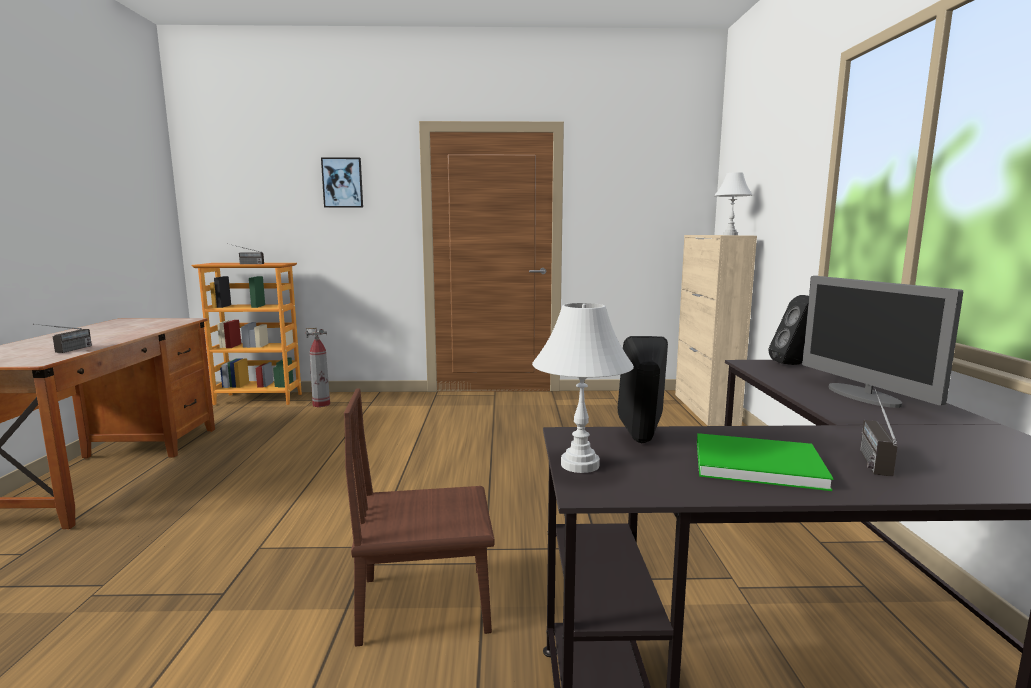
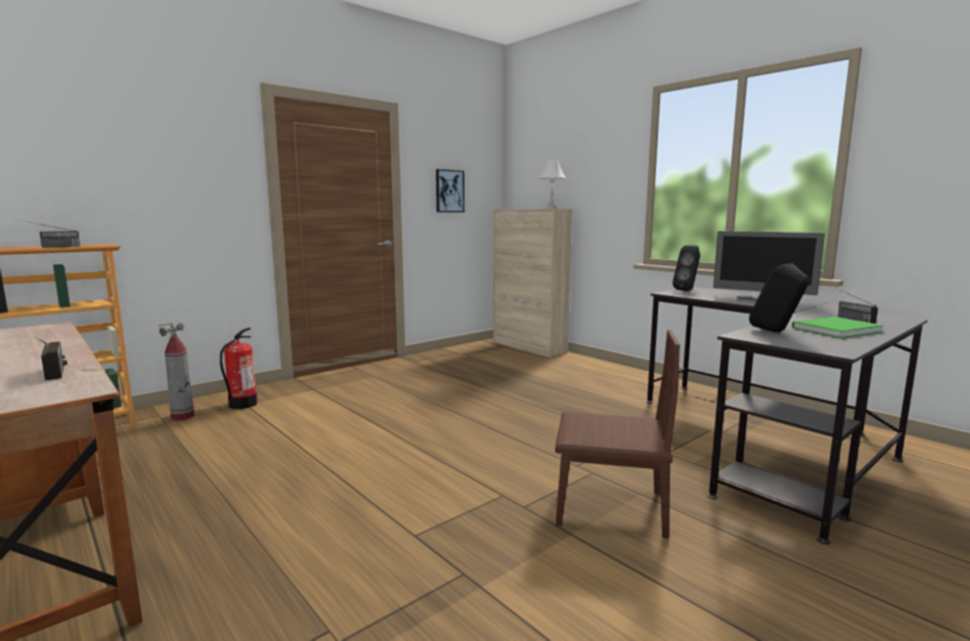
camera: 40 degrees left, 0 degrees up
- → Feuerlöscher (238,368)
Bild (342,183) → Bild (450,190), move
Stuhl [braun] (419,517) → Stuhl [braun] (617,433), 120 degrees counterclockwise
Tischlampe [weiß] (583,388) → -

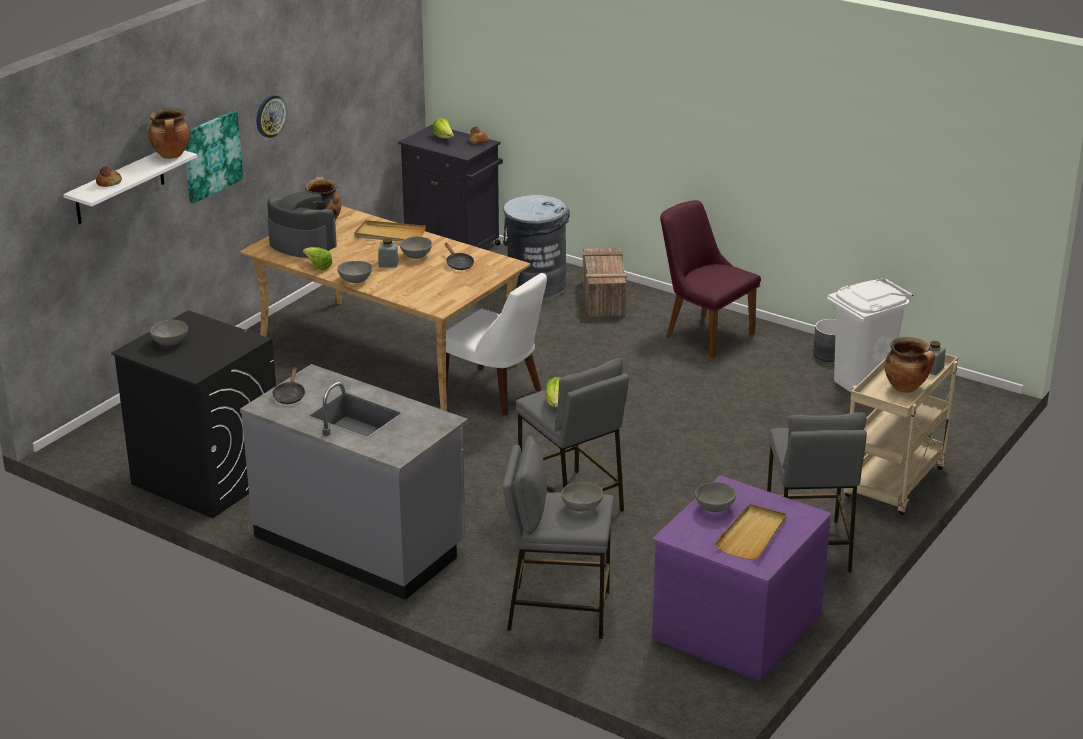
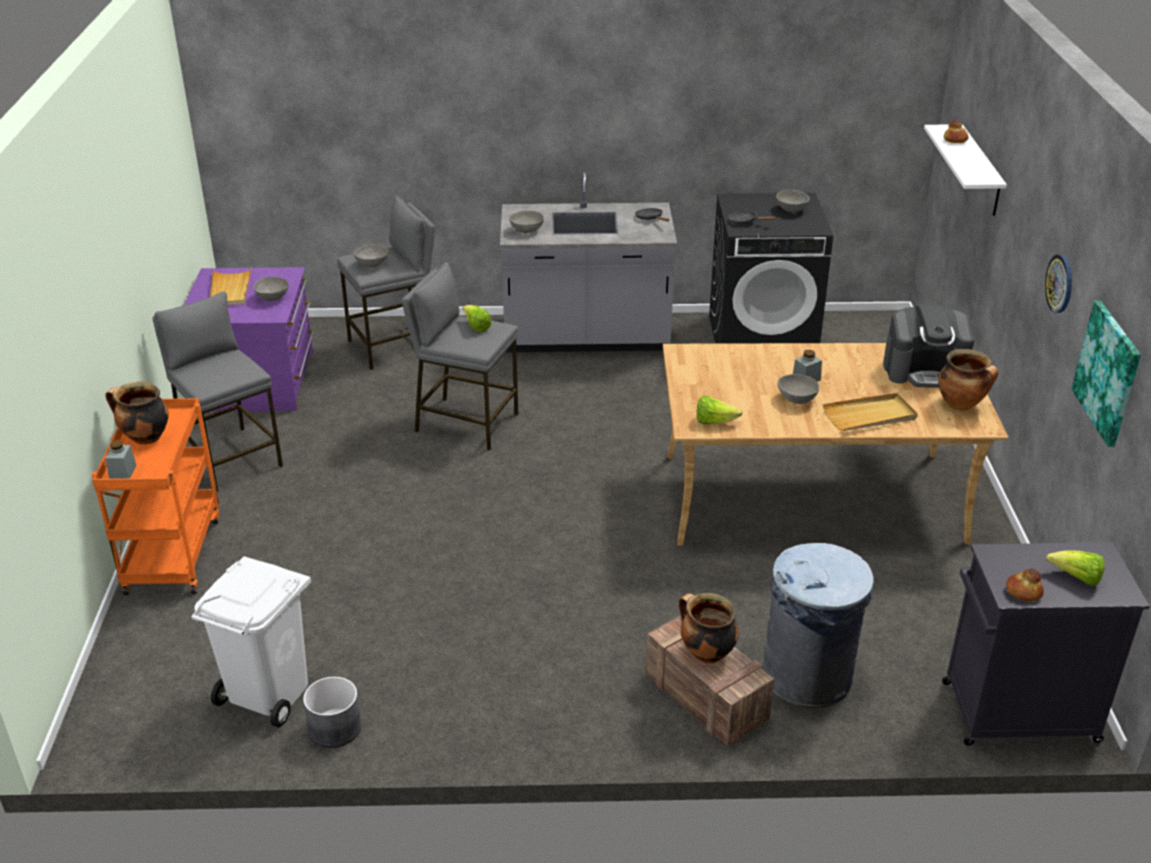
camera: 145 degrees right, 5 degrees up
Rollwagen [beige] (900,434) → Rollwagen [orange] (155,496)
Schüssel [grau] (354,272) → Schüssel [grau] (526,222), move
Kochtopf (169,133) → Kochtopf (709,628), move
Salatkopf (317,259) → Salatkopf (720,410), move
Pfanne [schwarz] (459,256) → Pfanne [schwarz] (752,217), move
Bild (214,157) → Bild (1106,374), move
Stuhl [weiß] (496,344) → -
Stuhl [lila] (710,279) → -

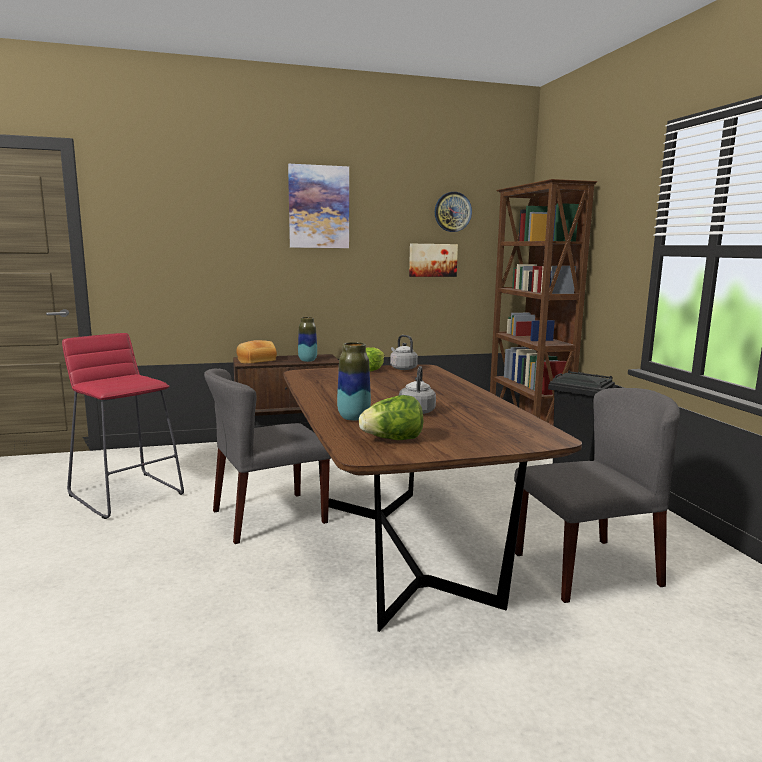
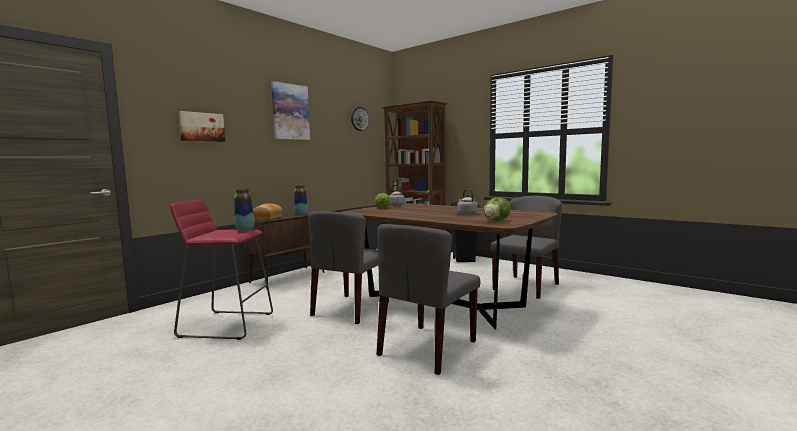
camera: 35 degrees left, 5 degrees down
Bild (433,260) → Bild (202,126), move
Vase (354,381) → Vase (244,209), move
- → Stuhl [grau] (428,299)

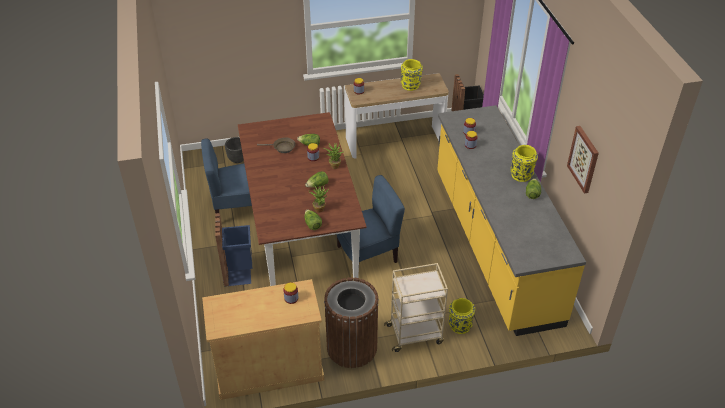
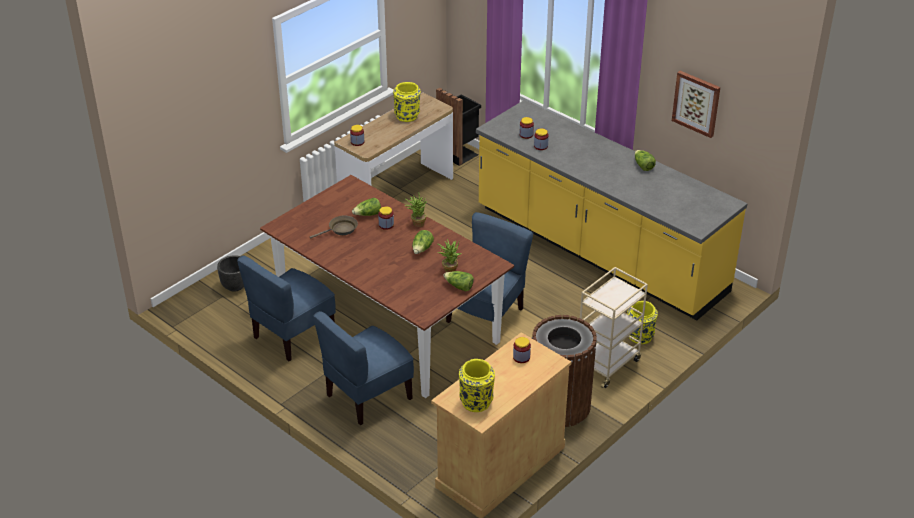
camera: 35 degrees left, 5 degrees down
Mülleimer [blau] (233,250) → Stuhl [blau] (363,368)
Vase [gelb] (524,163) → Vase [gelb] (477,385), move

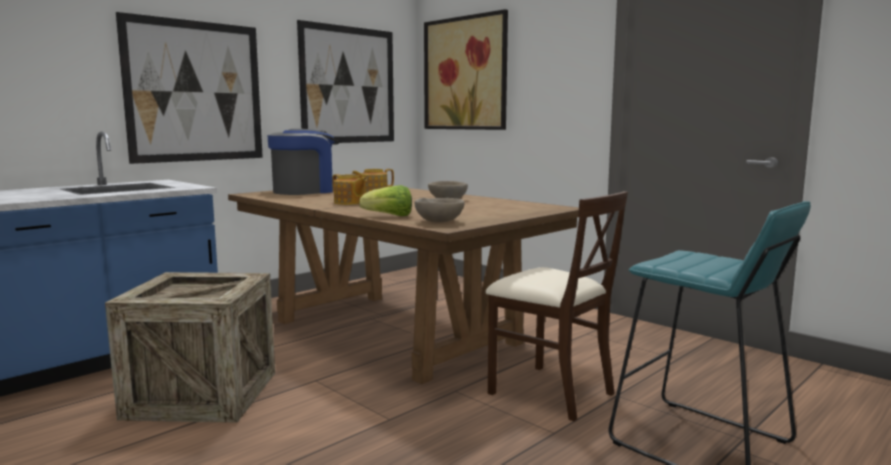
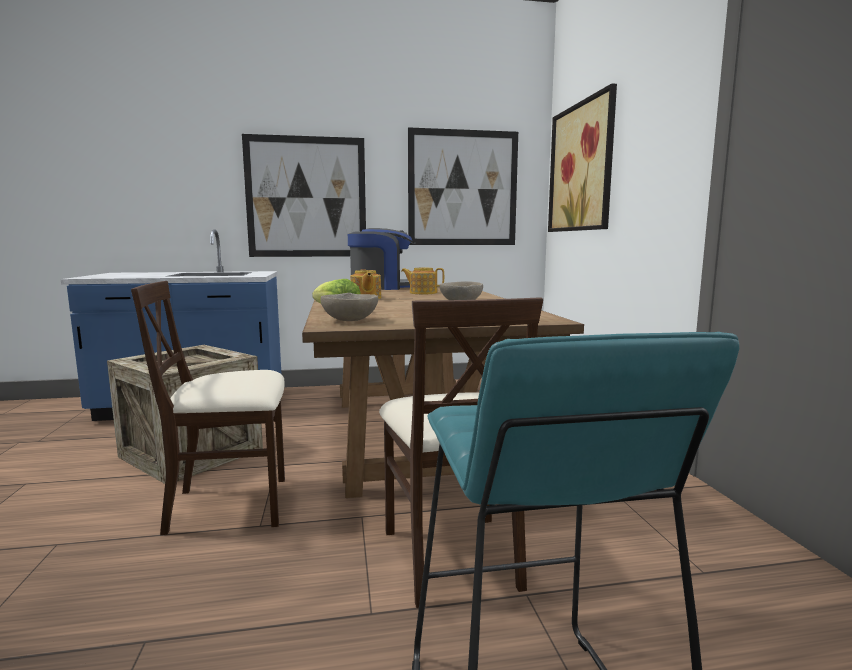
camera: 35 degrees right, 0 degrees up
- → Stuhl [beige] (208,408)

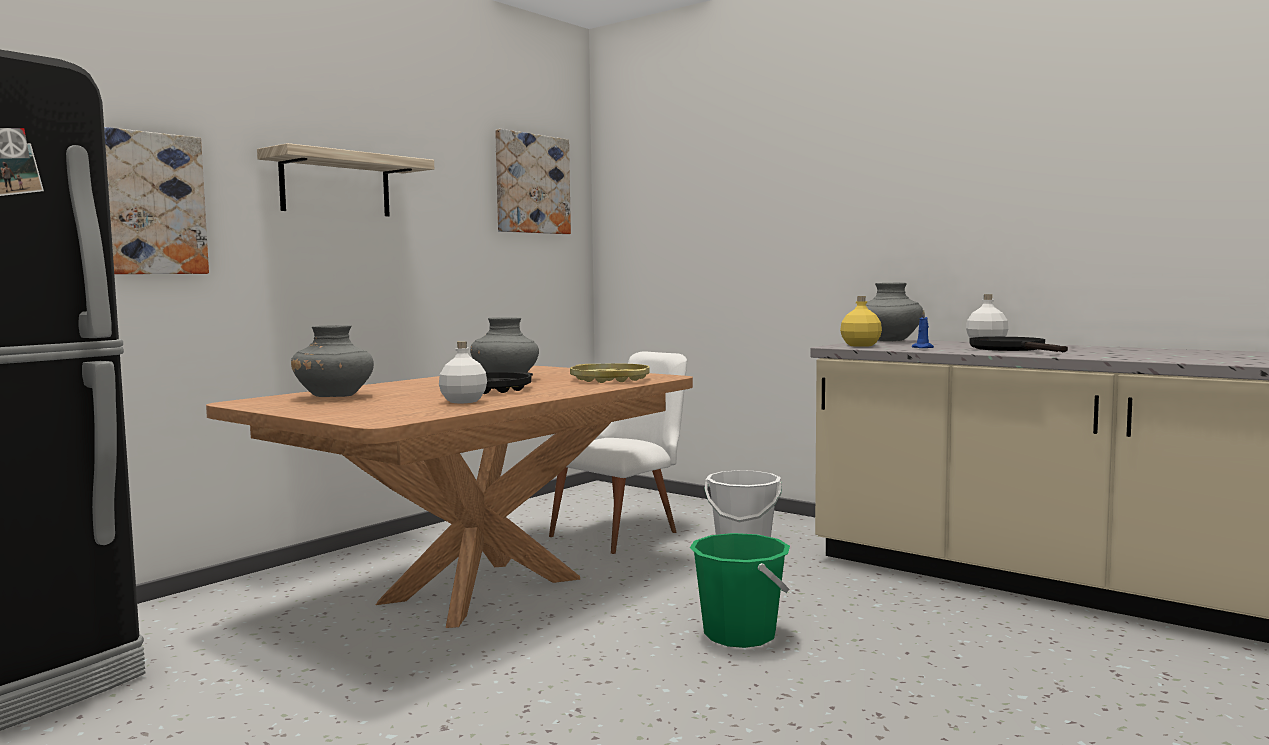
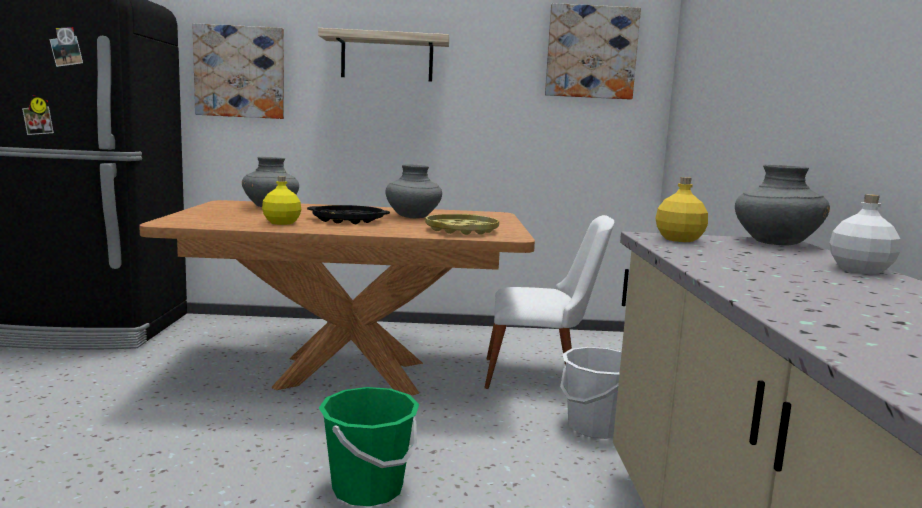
camera: 50 degrees right, 5 degrees up
Flasche [weiß] (463,372) → Flasche [gelb] (281,200)
Kerze [blau] (923,329) → -
Pfanne [schwarz] (1018,344) → -

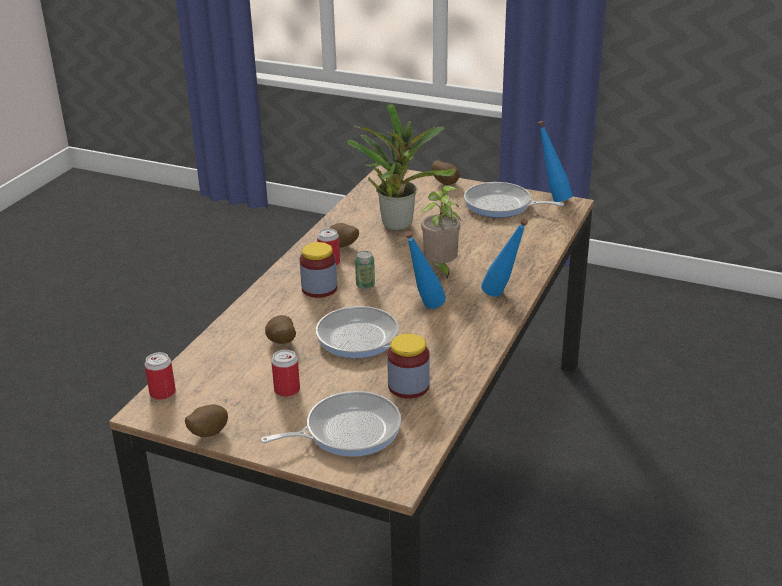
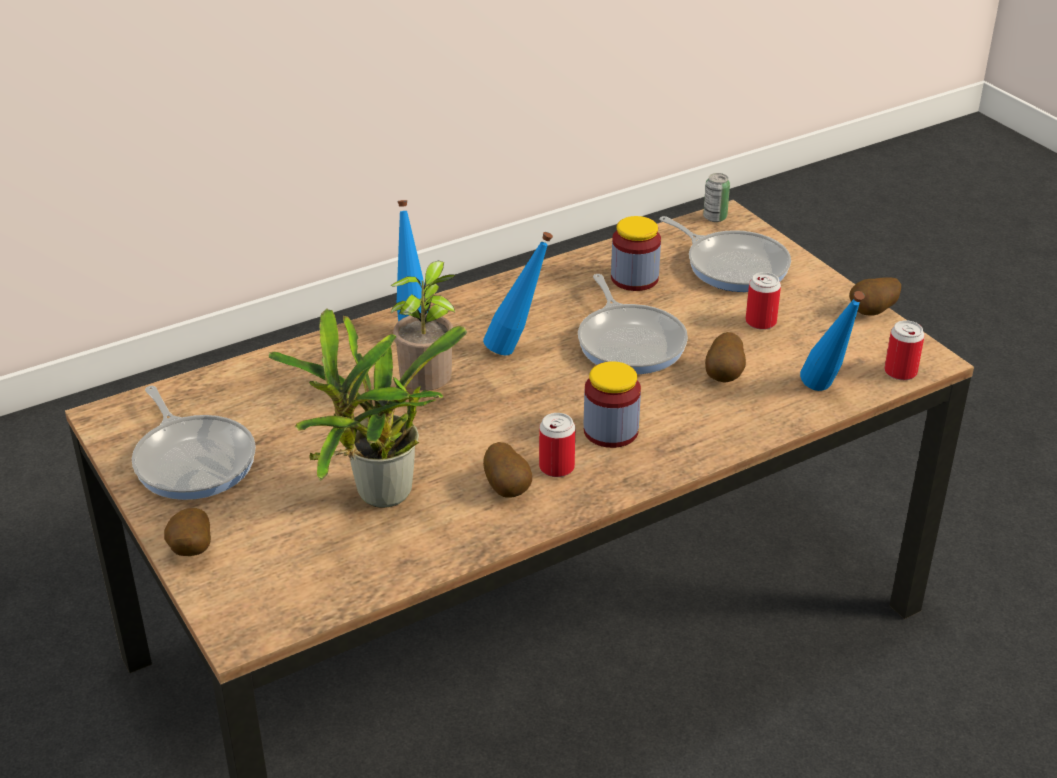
camera: 145 degrees left, 5 degrees up
Pfanne (331,424) → Pfanne (725,254), 150 degrees counterclockwise
Dose (365,270) → Dose (716,197), move
Flasche [blau] (555,161) → Flasche [blau] (832,341), move

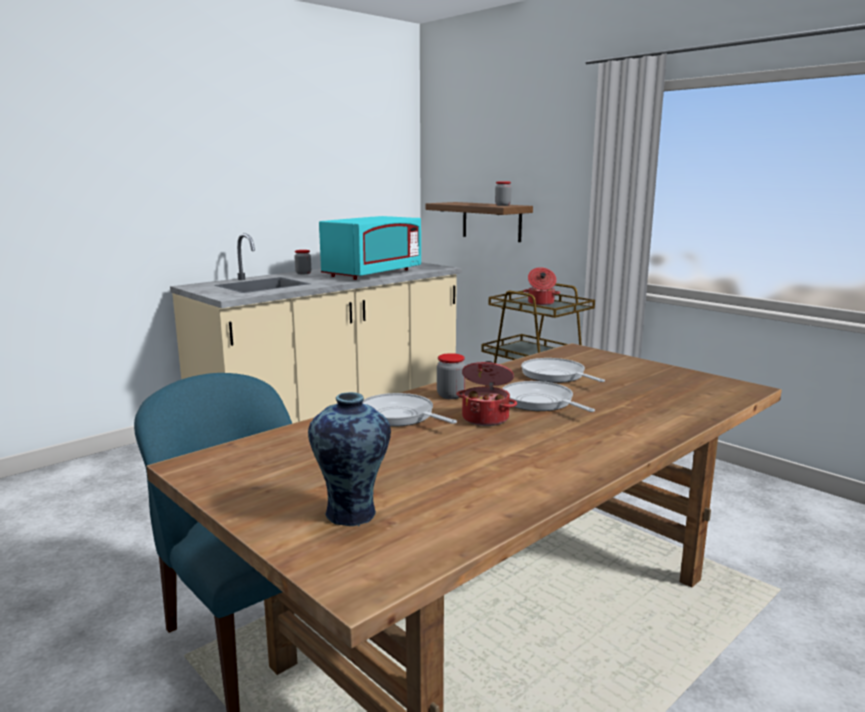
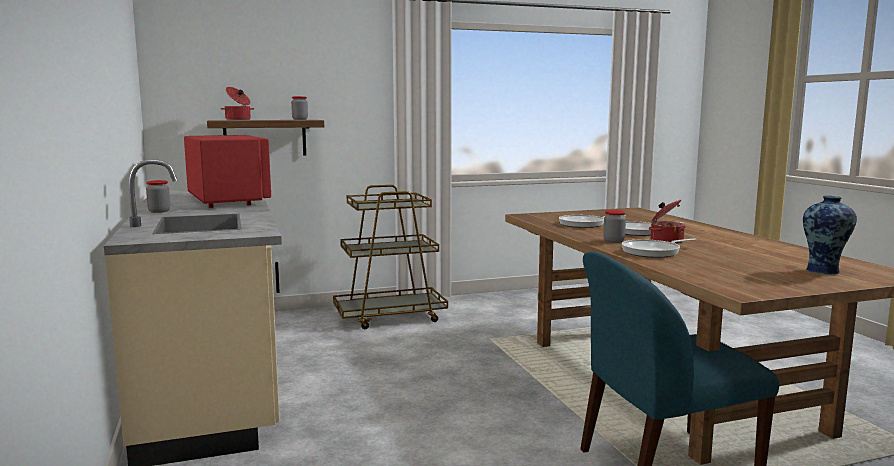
camera: 65 degrees left, 5 degrees down
Mikrowelle [türkis] (370,248) → Mikrowelle [rot] (227,171)
Kochtopf (541,286) → Kochtopf (237,103), move

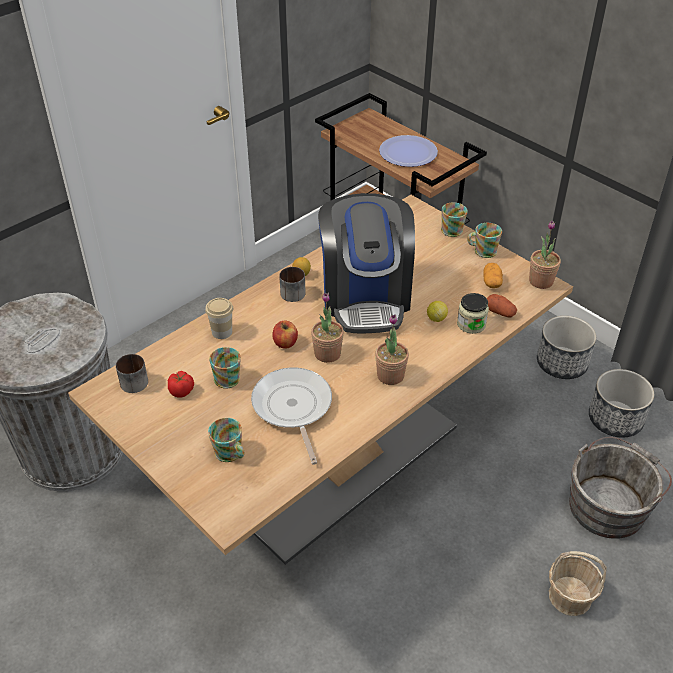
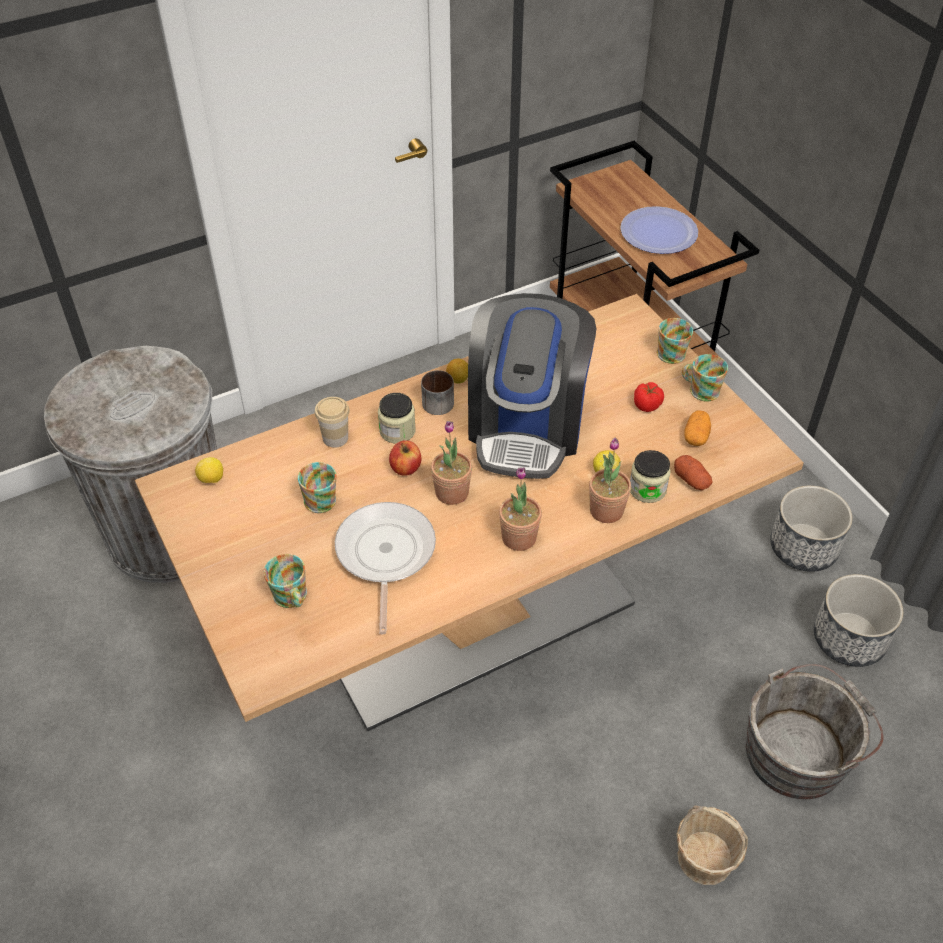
camera: 15 degrees right, 5 degrees up
Henkelbecher (132,373) → Zitrone (209,470)
- → Vorratsglas (397,418)
Topfpflanze (545,254) → Topfpflanze (610,480), move
Tomate (181,384) → Tomate (649,397), move

